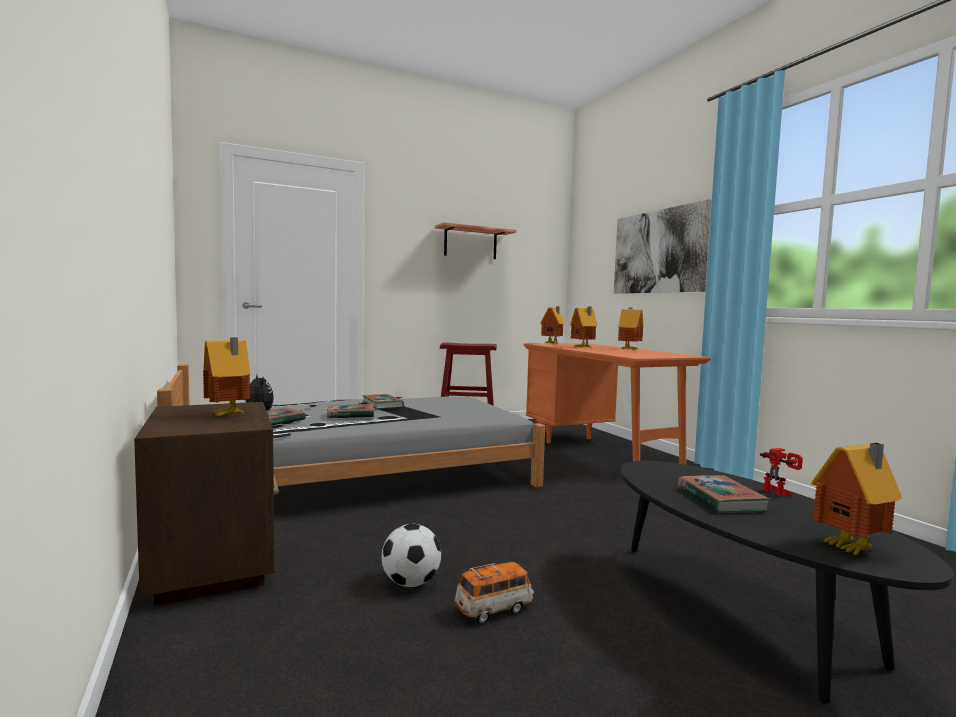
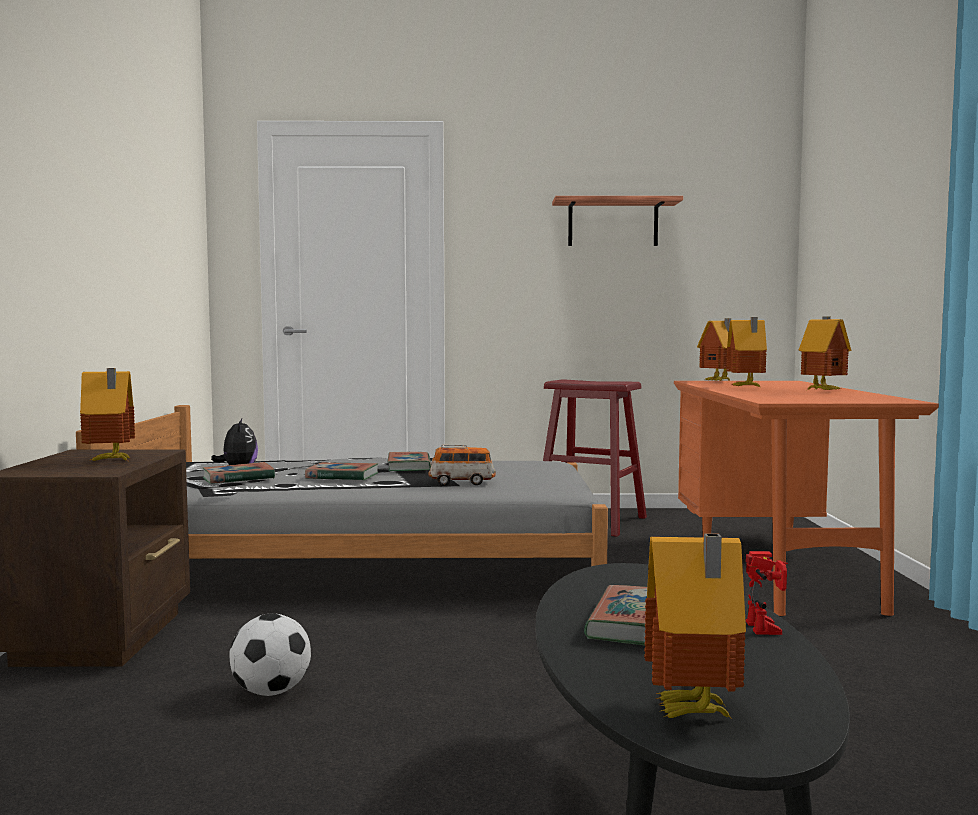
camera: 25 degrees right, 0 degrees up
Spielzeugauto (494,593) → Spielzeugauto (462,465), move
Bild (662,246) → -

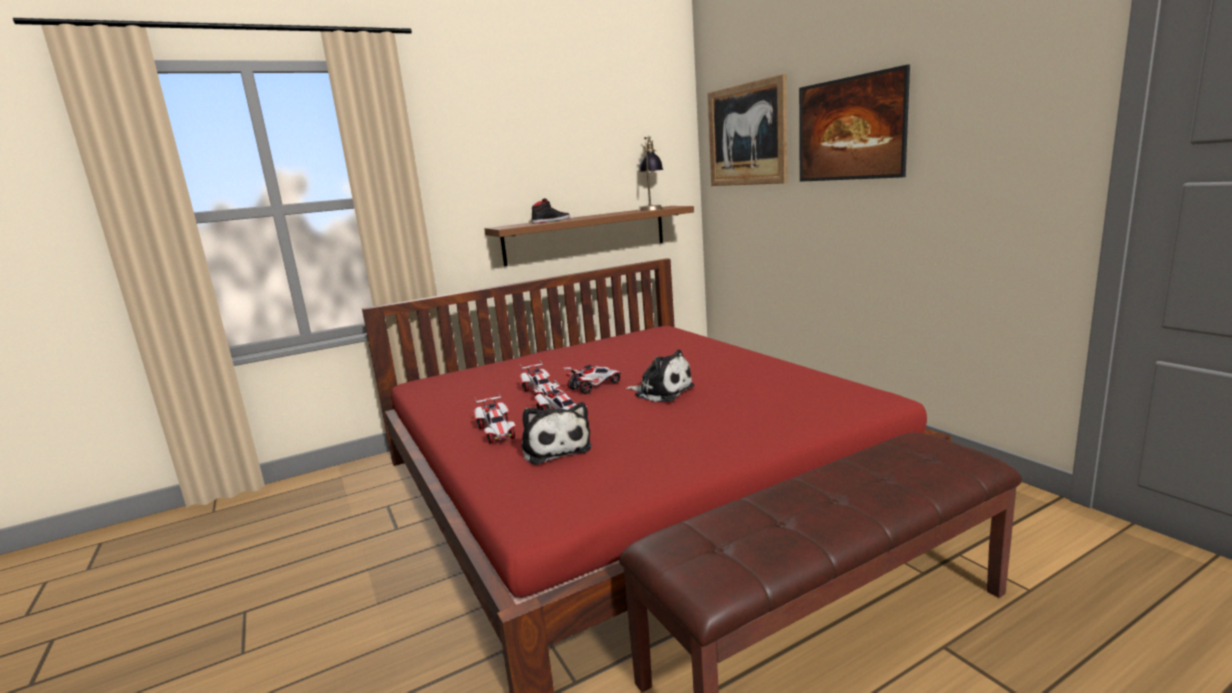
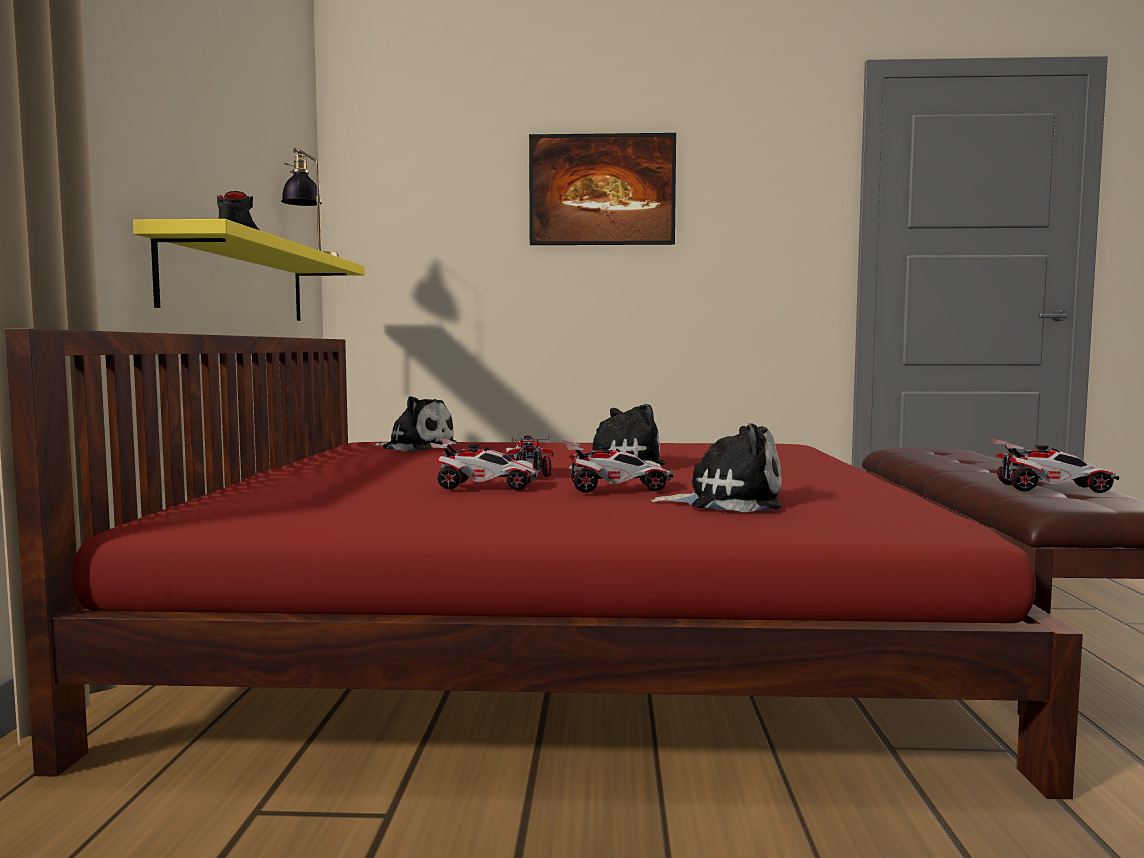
camera: 60 degrees left, 10 degrees down
Wandregal [braun] (589,236) → Wandregal [gelb] (249,270)
- → Plüschtier (415,423)
Spielzeugauto (495,418) → Spielzeugauto (1055,466), move
Bild (747,130) → -

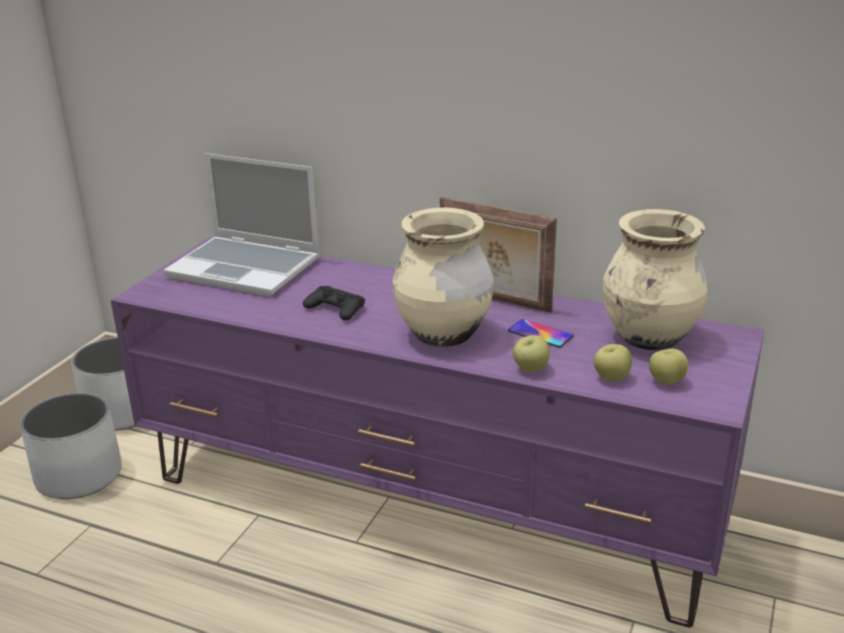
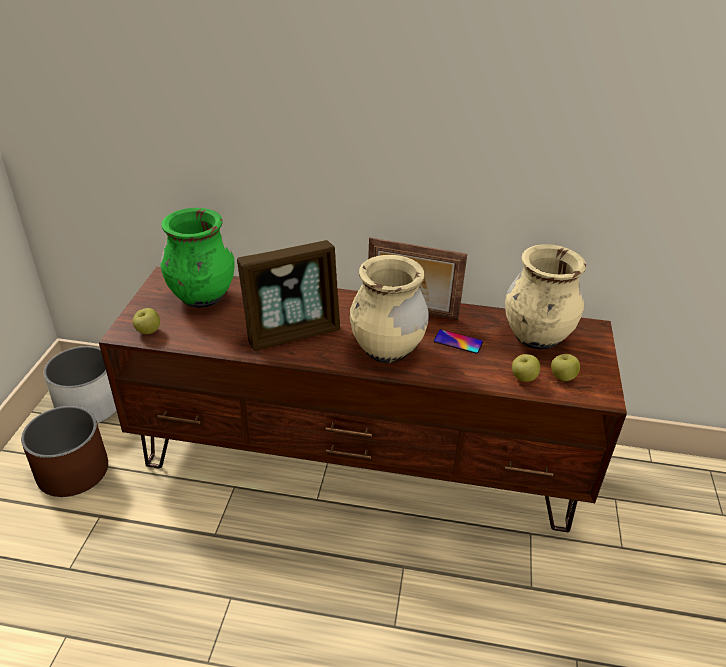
camera: 15 degrees left, 10 degrees up
Pflanzkübel [weiß] (71,446) → Pflanzkübel [braun] (64,451)
Fernsehschrank [lila] (438,433) → Fernsehschrank [braun] (363,399)
Apfel (531,353) → Apfel (146,321), move
Laptop (241,225) → Vase [grün] (197,258)
Gamepad [schwarz] (334,303) → Bilderrahmen (288,295)

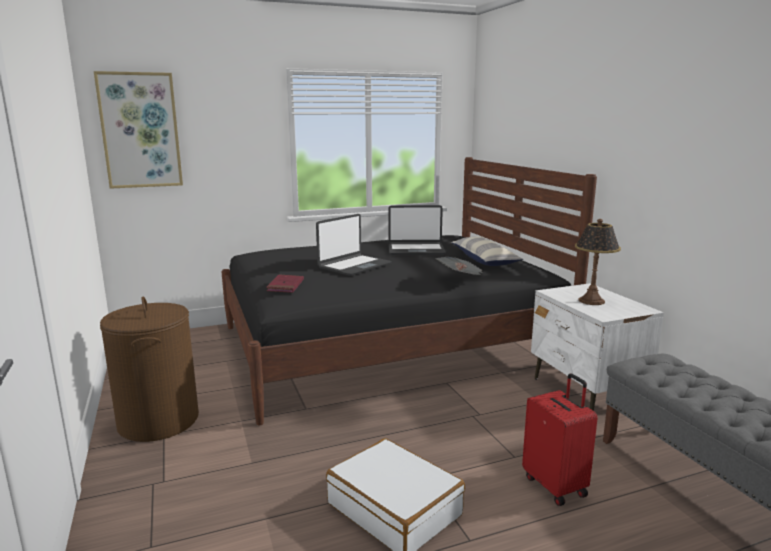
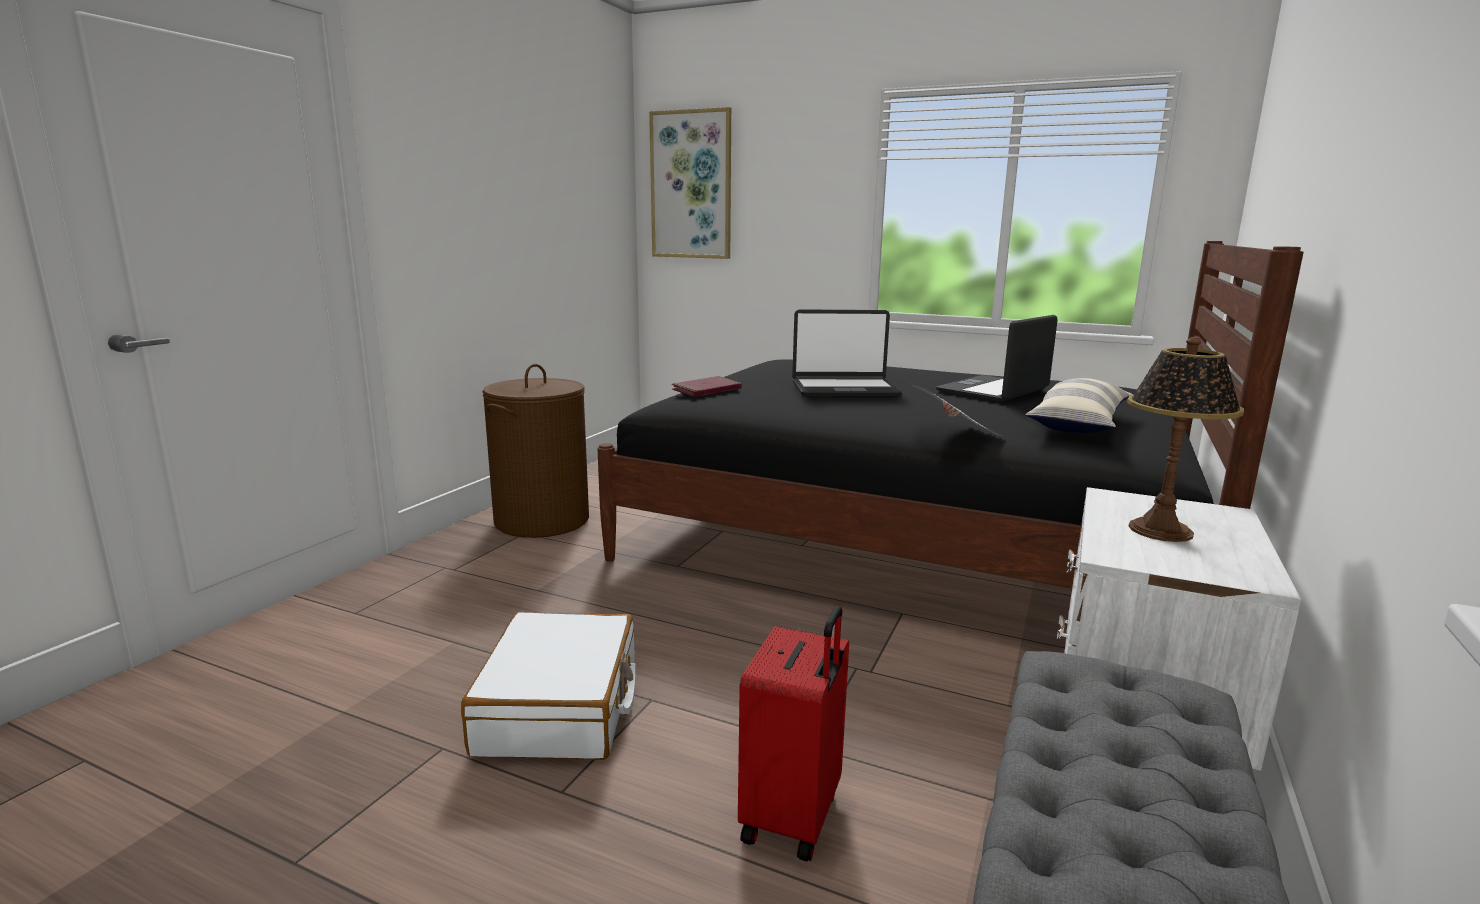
camera: 45 degrees right, 0 degrees up
Laptop (417,230) → Laptop (997,358), 90 degrees clockwise

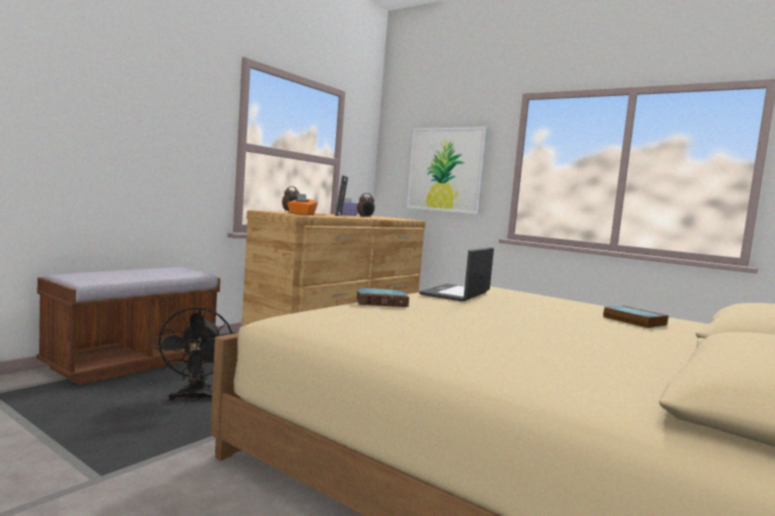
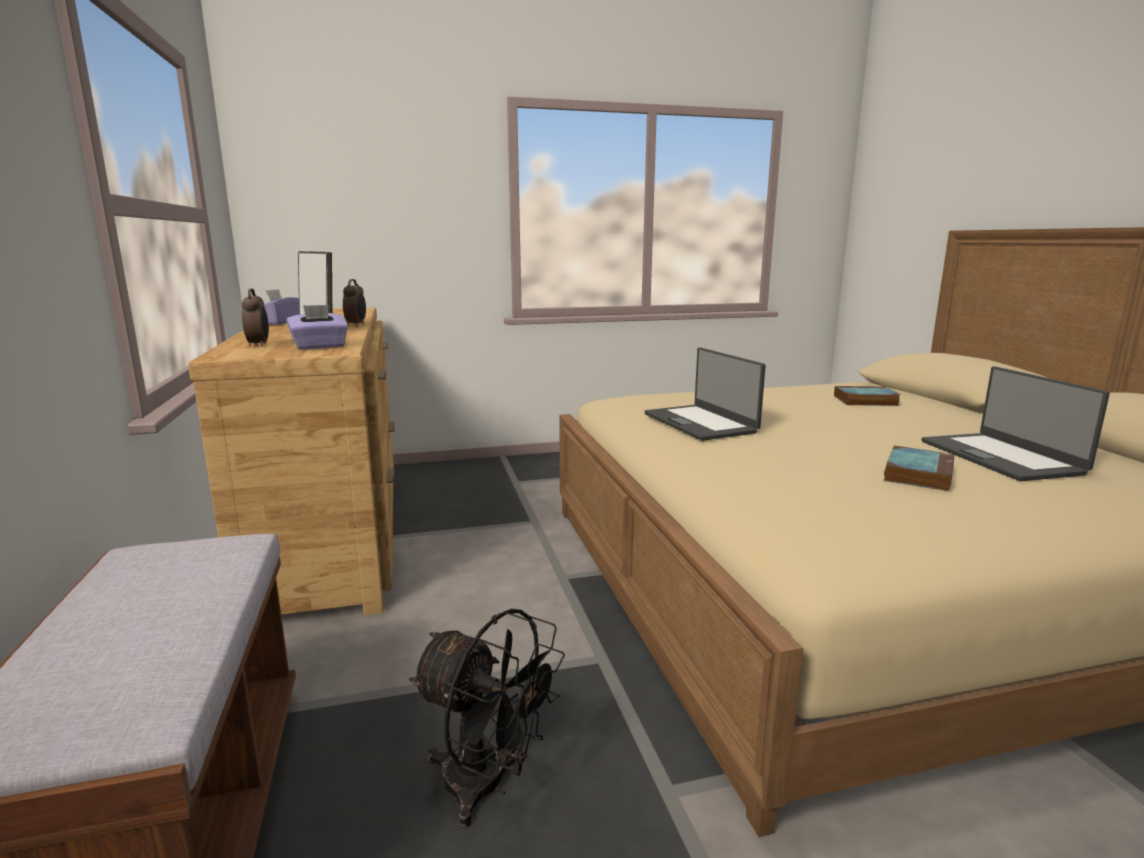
camera: 50 degrees left, 10 degrees up
Taschentuchbox [orange] (302,204) → Taschentuchbox [lila] (317,327)
Buch (382,297) → Buch (919,468), move
- → Laptop (1015,423)
Bild (447,170) → -

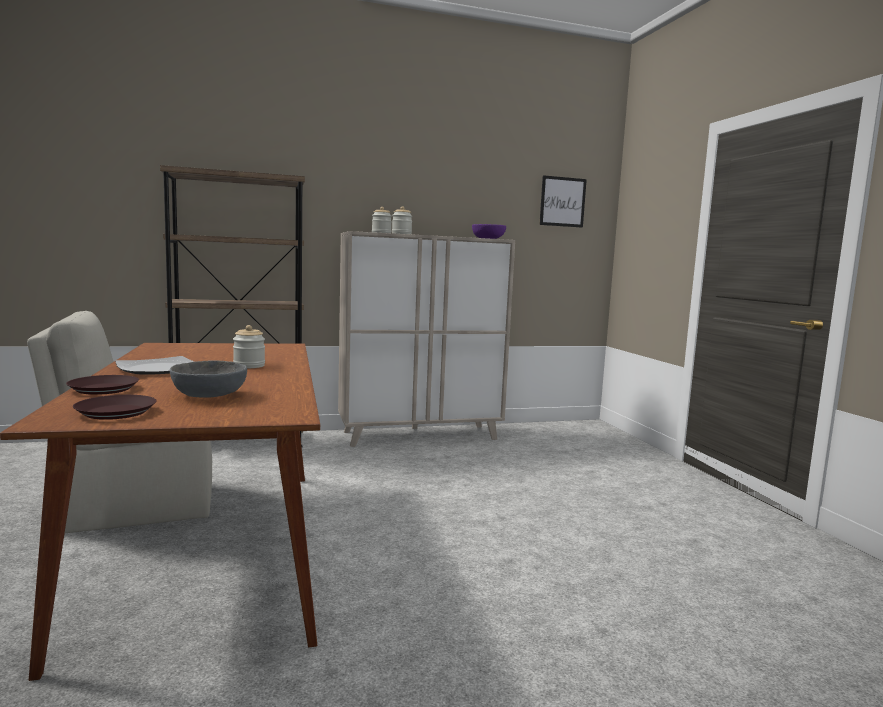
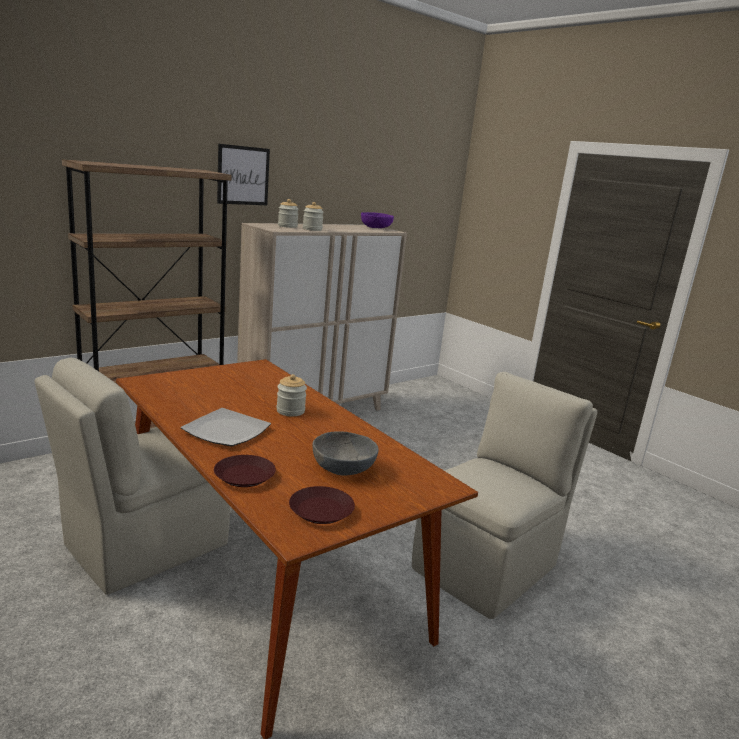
camera: 25 degrees left, 10 degrees up
Bild (563,201) → Bild (243,174), move
- → Stuhl [beige] (504,495)

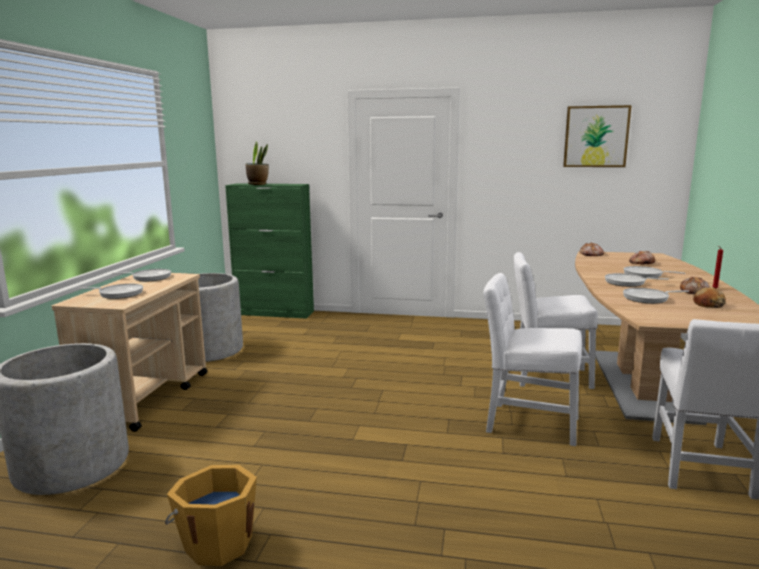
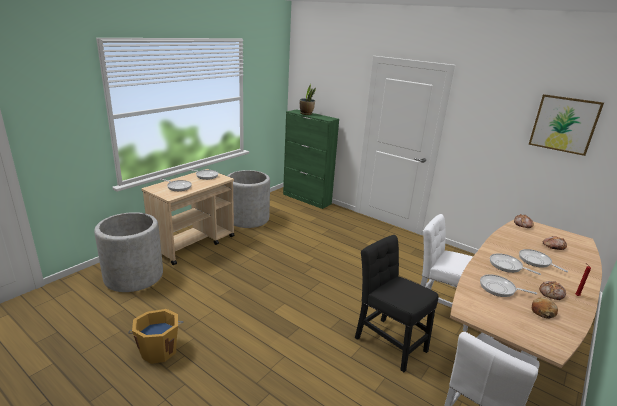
camera: 25 degrees right, 10 degrees up
Stuhl [weiß] (532,359) → Stuhl [schwarz] (396,303)

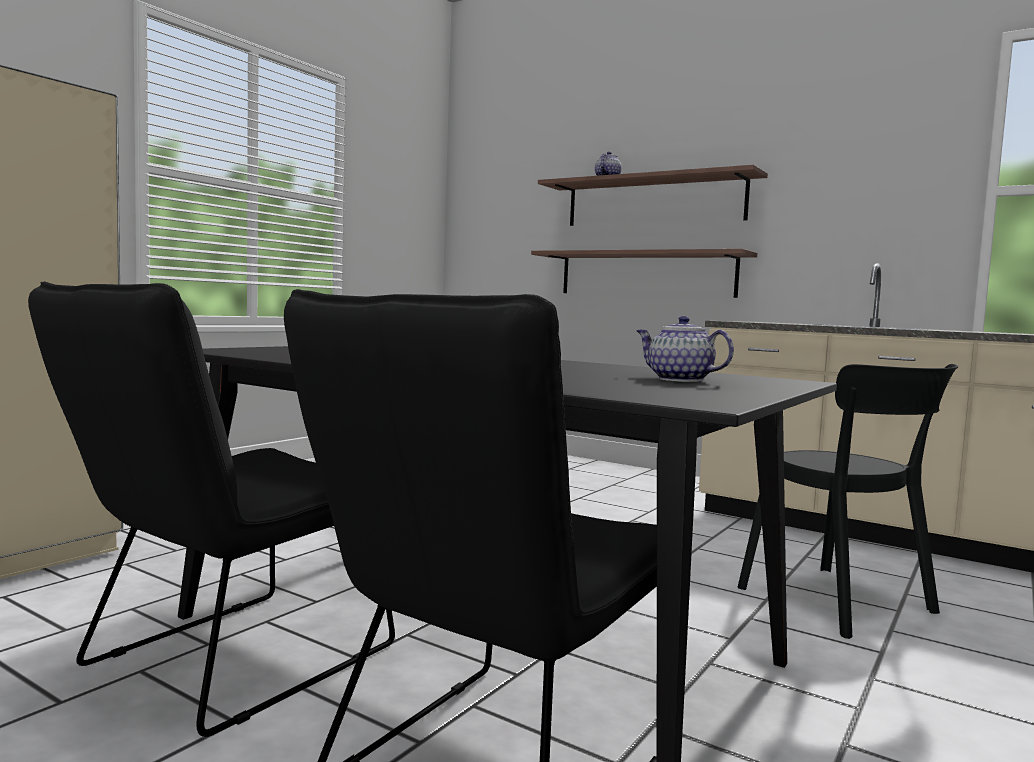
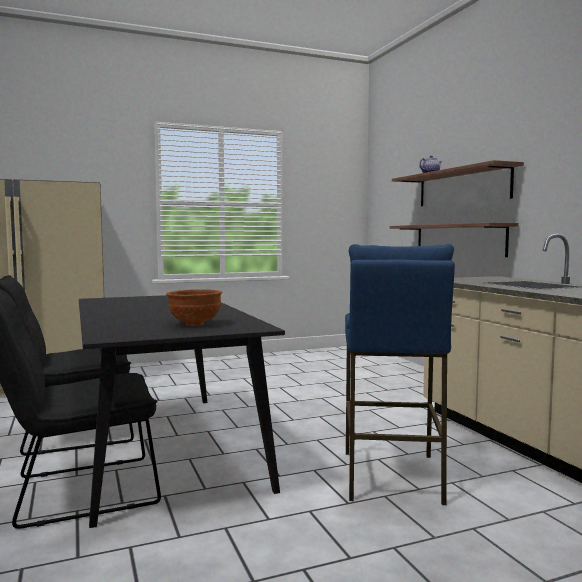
camera: 35 degrees right, 0 degrees up
Teekanne (685,349) → Schüssel [braun] (194,307)
Stuhl [schwarz] (848,501) → Hocker [blau] (400,374)

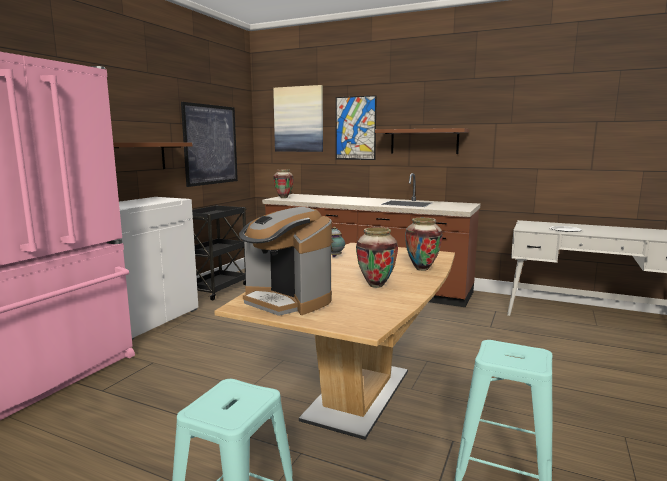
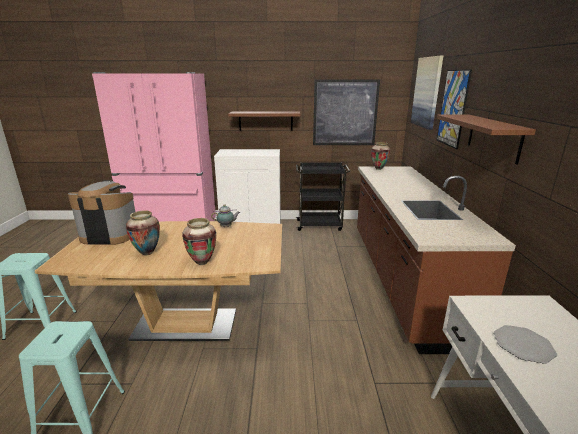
camera: 65 degrees right, 10 degrees up
Kaffeemaschine (285,261) → Kaffeemaschine (101,212), 75 degrees clockwise

